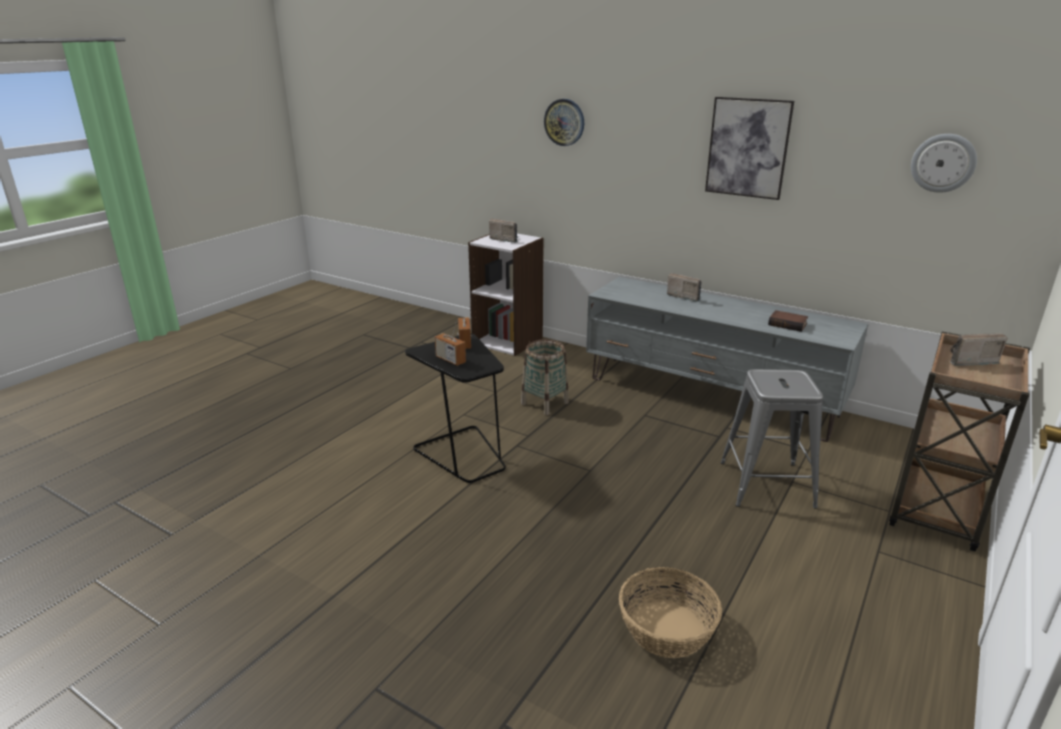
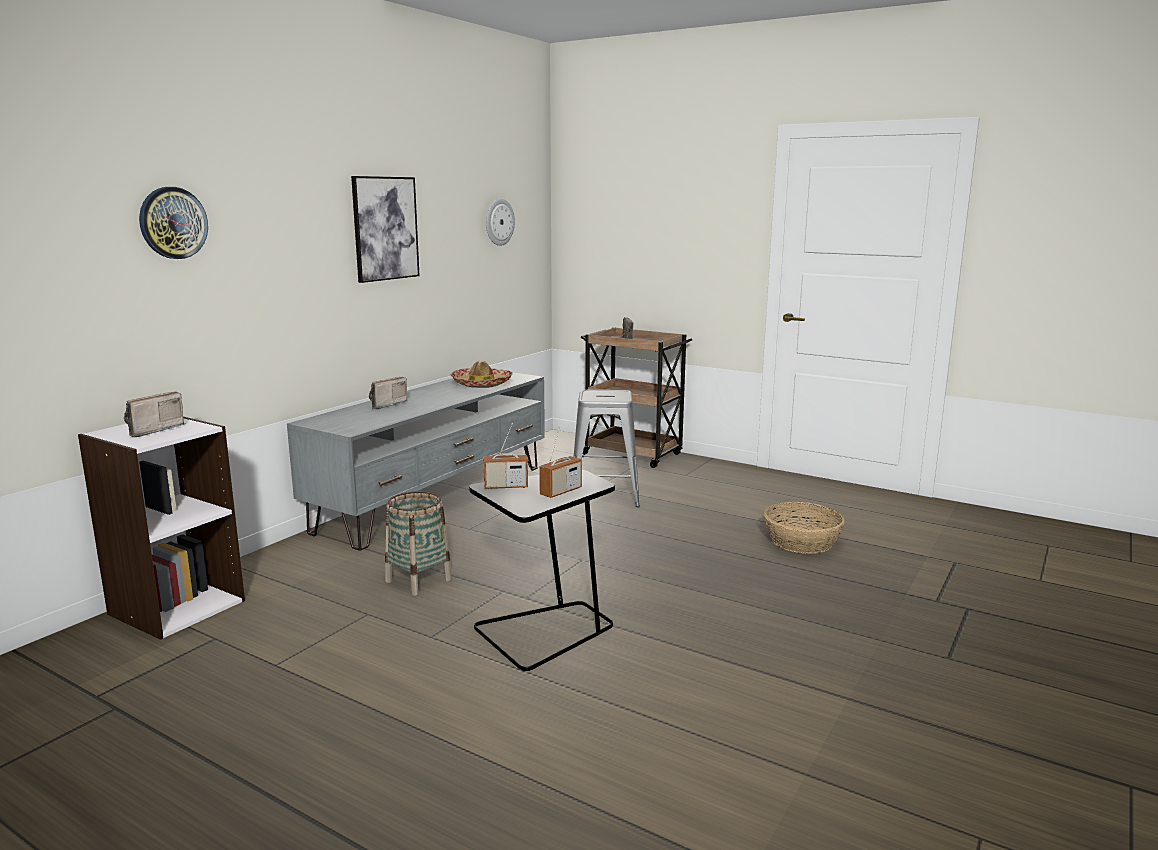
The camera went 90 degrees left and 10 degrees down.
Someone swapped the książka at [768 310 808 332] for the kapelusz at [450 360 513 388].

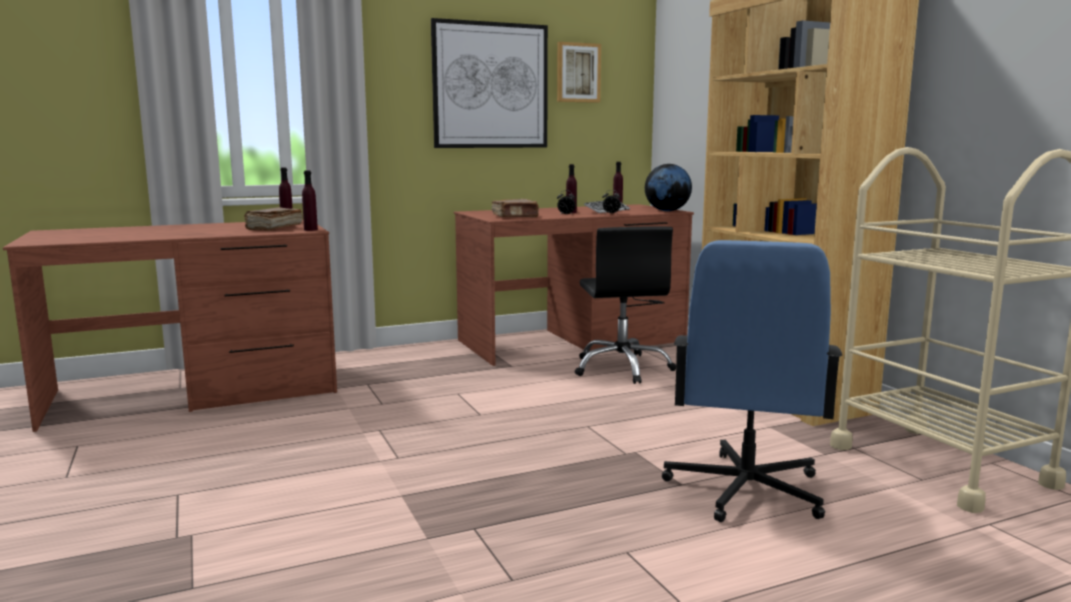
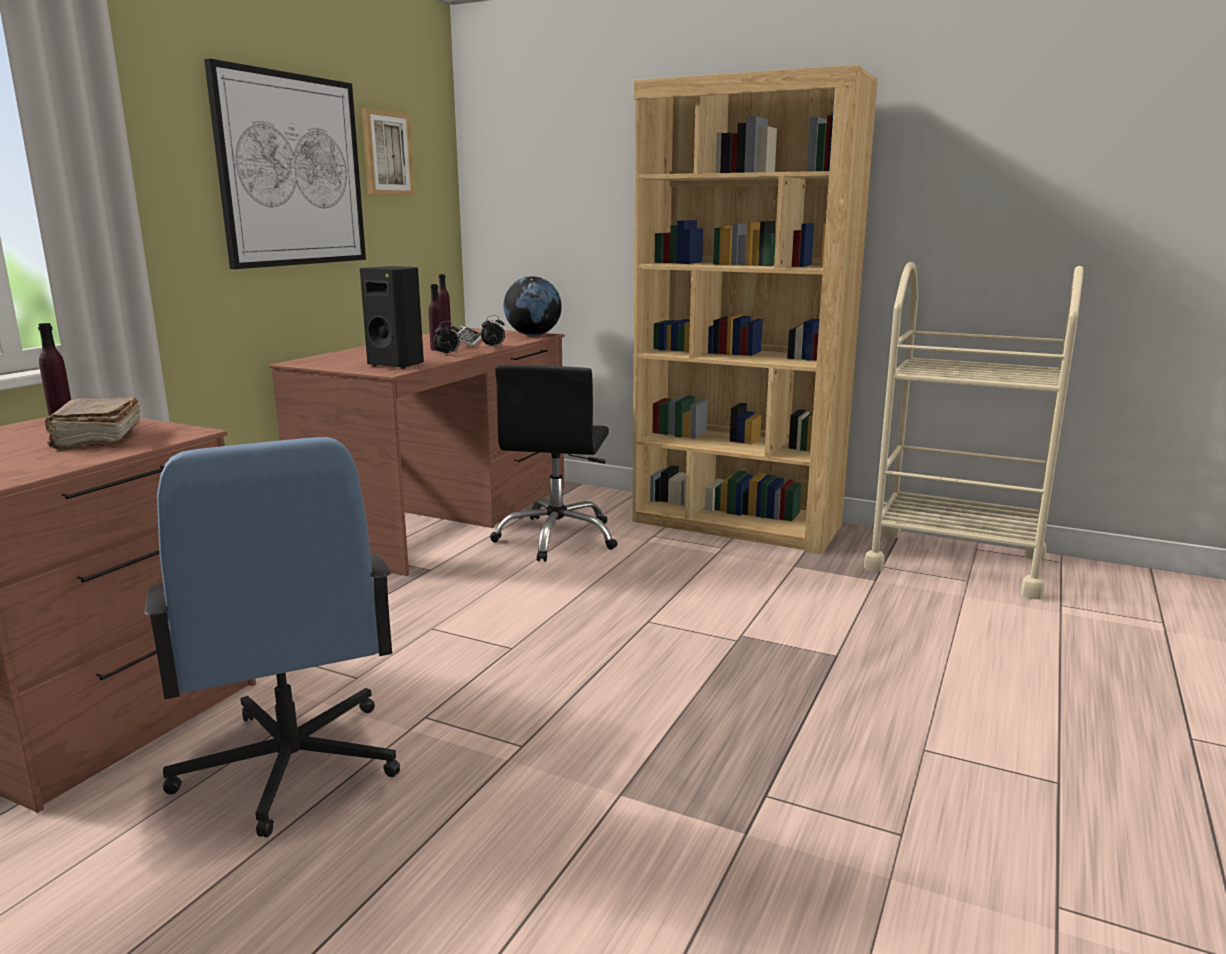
The camera went 40 degrees left and 5 degrees up.
Someone took away the butelka (fioletowy) at [302 170 318 231].
Someone swapped the książka (brązowy) at [492 199 539 217] for the głośnik (czarny) at [360 266 424 369].
Someone rotated the krzesło biurowe (czarny) at [574 226 676 384] by 60 degrees clockwise.
Someone carried the krzesło biurowe (niebieski) from [662 240 842 522] to [145 437 400 837].

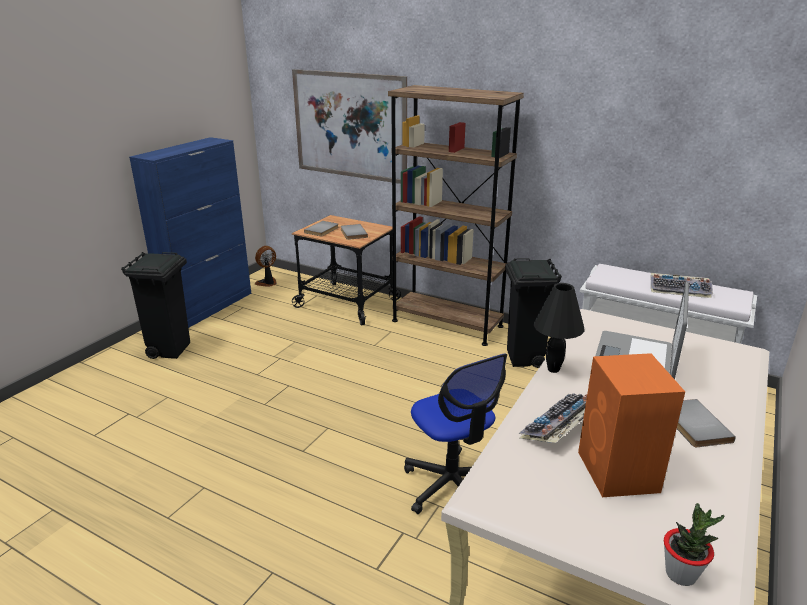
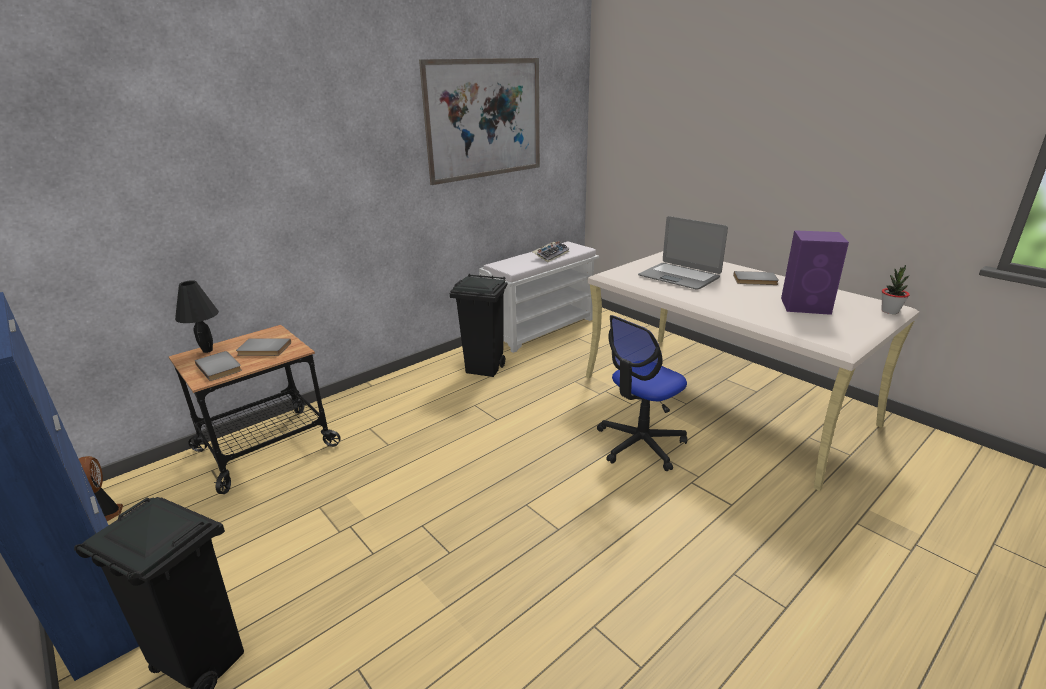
The camera went 70 degrees left and 0 degrees up.
Someone carried the obraz from [292 69 407 184] to [419 58 540 185].
Someone took away the regał (brązowy) at [388 85 524 346].
Someone carried the lampa stołowa (czarny) from [534 283 584 373] to [175 280 219 353].
Someone repainted the głośnik (pomarańczowy) at [578 353 685 497], which became the głośnik (fioletowy) at [781 230 849 315].
Someone rotated the krzesło biurowe at [404 354 507 514] by 150 degrees clockwise.
Someone took away the klawiatura at [518 393 587 443].

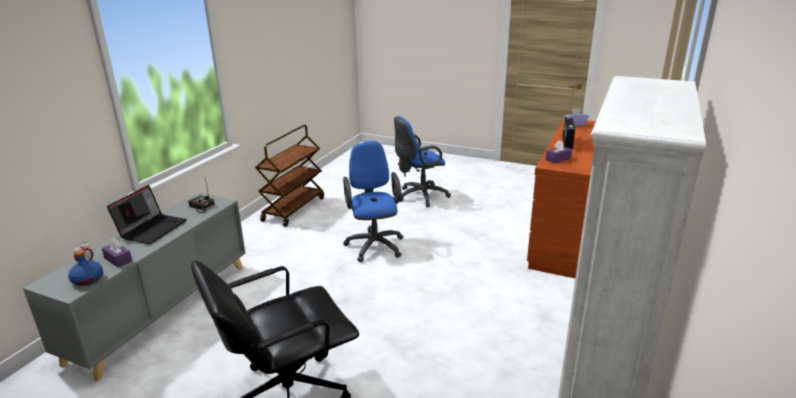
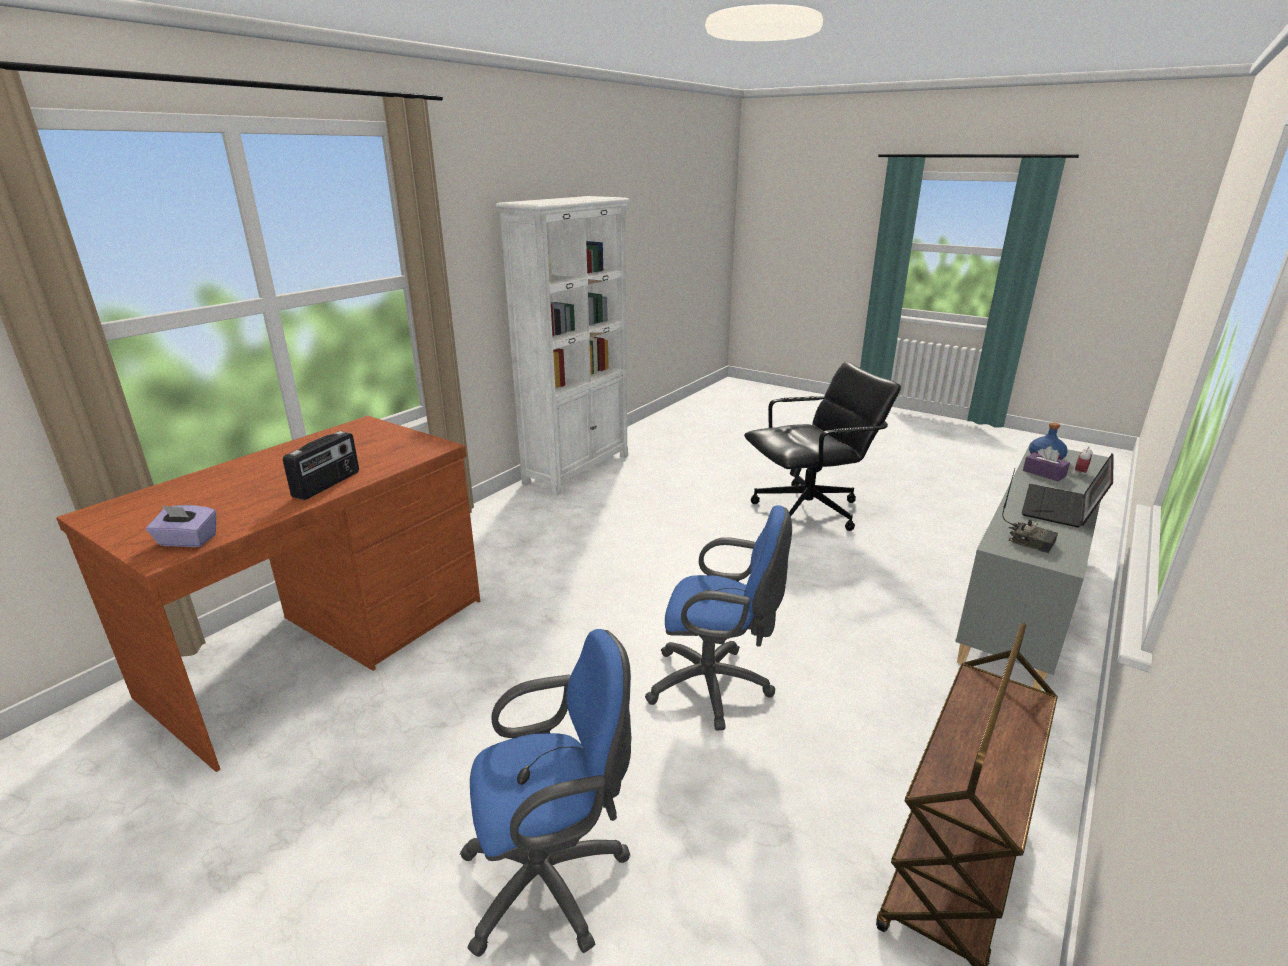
The camera went 170 degrees left and 0 degrees up.
Someone took away the pudełko chusteczek (fioletowy) at [545 140 572 164].
Someone rotated the krzesło biurowe (niebieski) at [343 141 403 262] by 75 degrees counterclockwise.

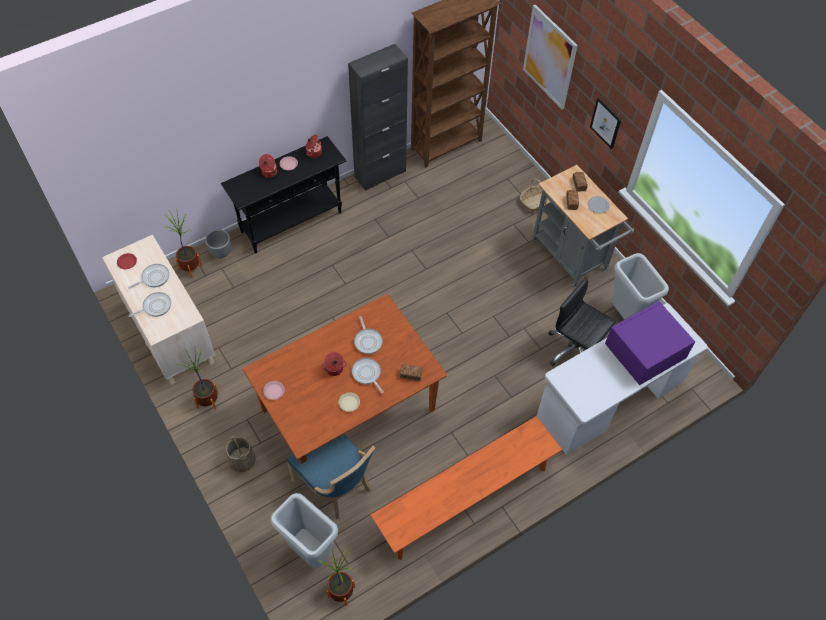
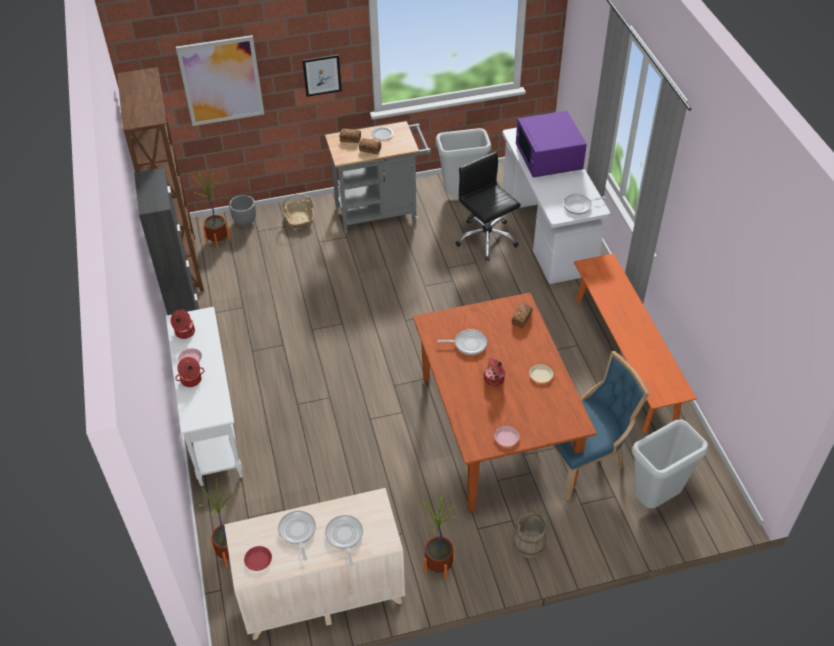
The camera went 70 degrees left and 10 degrees down.
Someone repainted the stolik konsolowy (czarny) at [221 136 346 253], which became the stolik konsolowy (biały) at [165 307 243 486].
Someone carried the donica (szary) from [205 229 231 258] to [229 195 256 226].
Someone rotated the krzesło biurowe (czarny) at [548 277 616 366] by 90 degrees clockwise.
Someone carried the patelnia from [352 358 384 393] to [563 194 605 215].
Someone carried the roślina doniczkowa from [318 550 355 606] to [192 169 231 249].

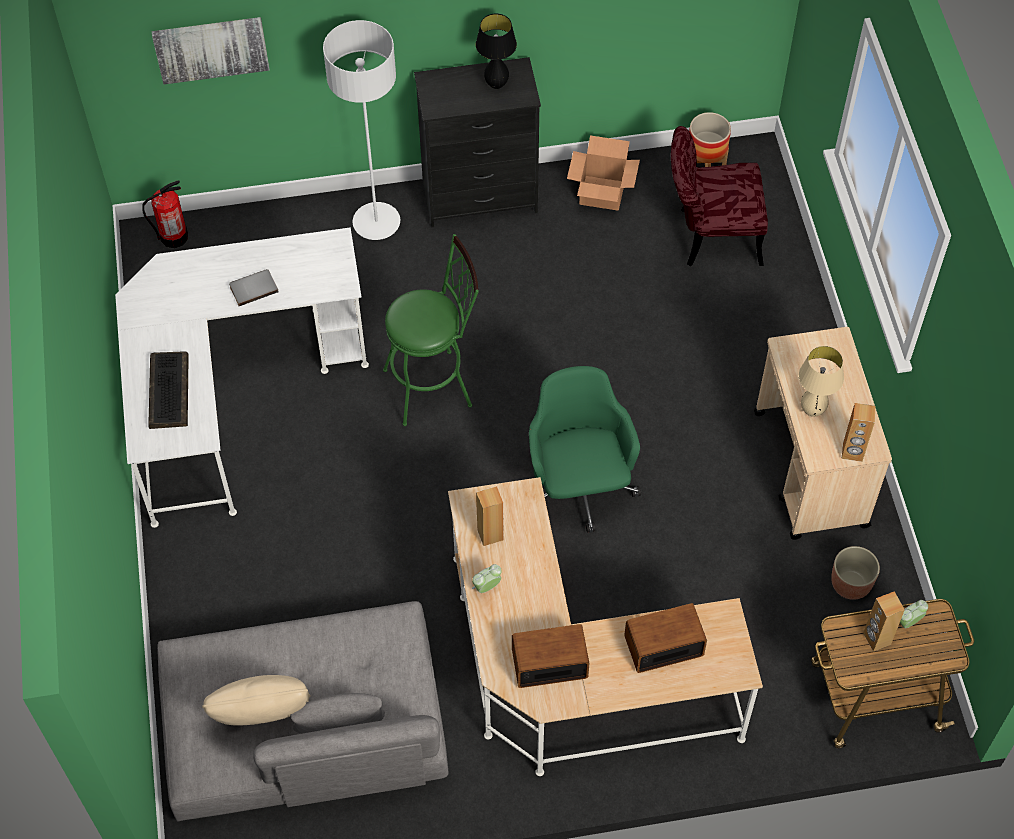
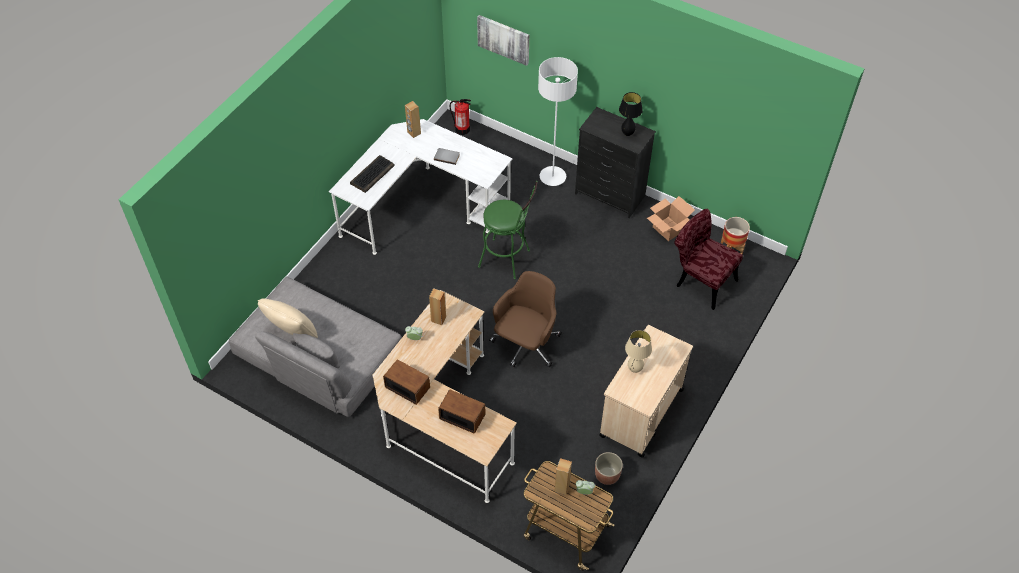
The camera went 40 degrees right and 5 degrees down.
Someone repainted the krzesło biurowe (zielony) at [529 366 641 533], which became the krzesło biurowe (brązowy) at [489 271 562 367].
Someone carried the głośnik (brązowy) from [842 403 875 462] to [405 101 421 138].

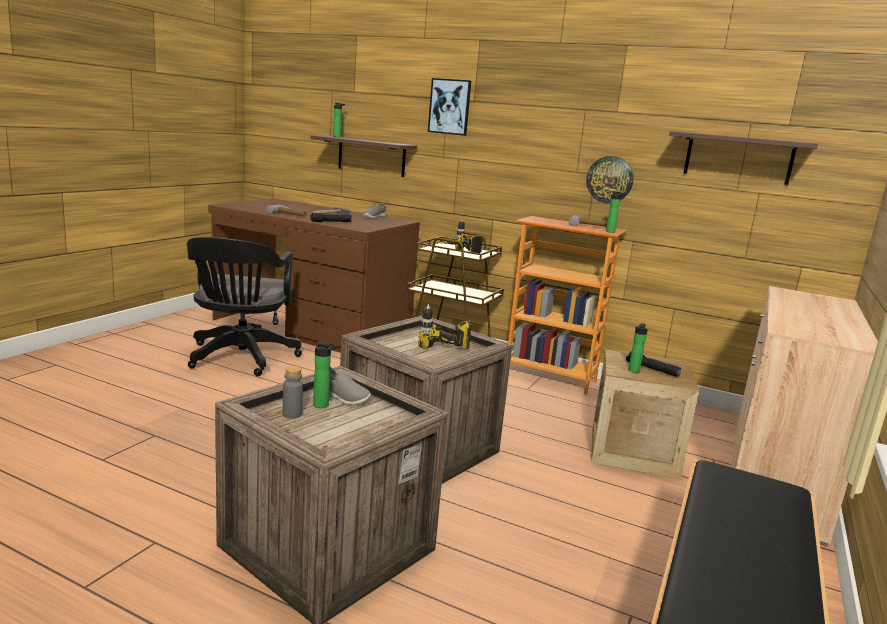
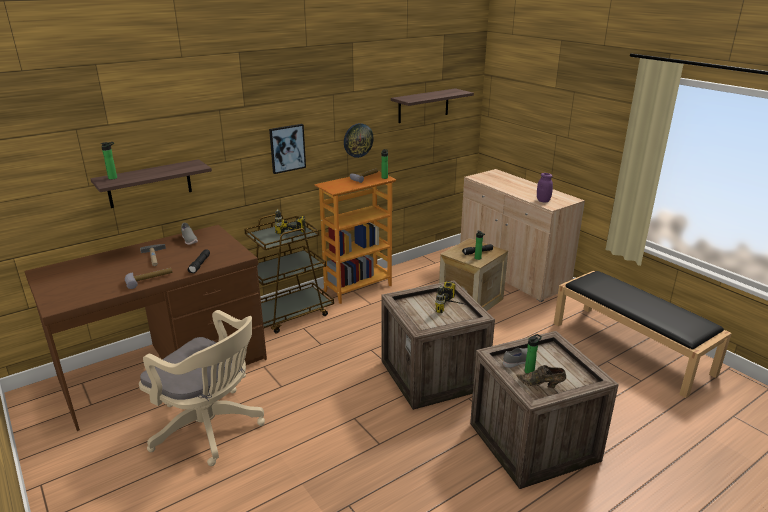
The camera went 60 degrees left and 10 degrees up.
Someone carried the obraz from [428 78 471 136] to [269 124 306 174].
Someone repainted the krzesło biurowe (czarny) at [187 237 302 376], which became the krzesło biurowe (beżowy) at [139 310 265 466].
Someone swapped the butelka (szary) at [283 366 303 419] for the but (brązowy) at [516 365 566 388].
Someone put down the słoik (fioletowy) at [537 173 553 202].

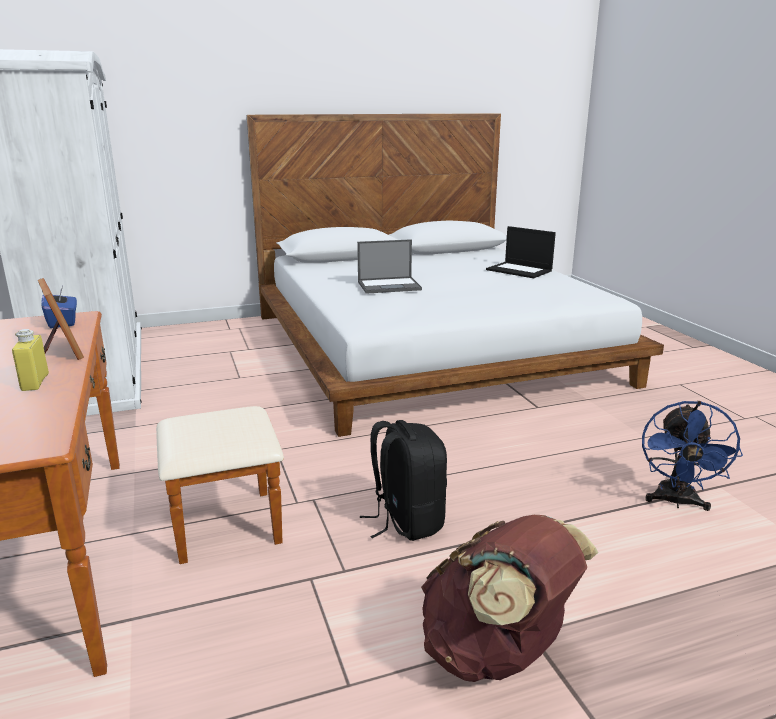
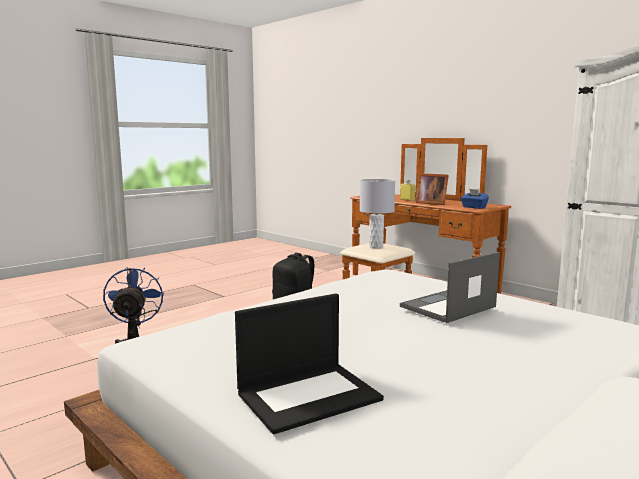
The camera went 155 degrees right and 10 degrees down.
Someone rotated the laptop at [486 226 556 278] by 135 degrees clockwise.
Someone took away the plecak (brązowy) at [421 515 598 682].
Someone put down the lampa stołowa (szary) at [360 179 395 248].

